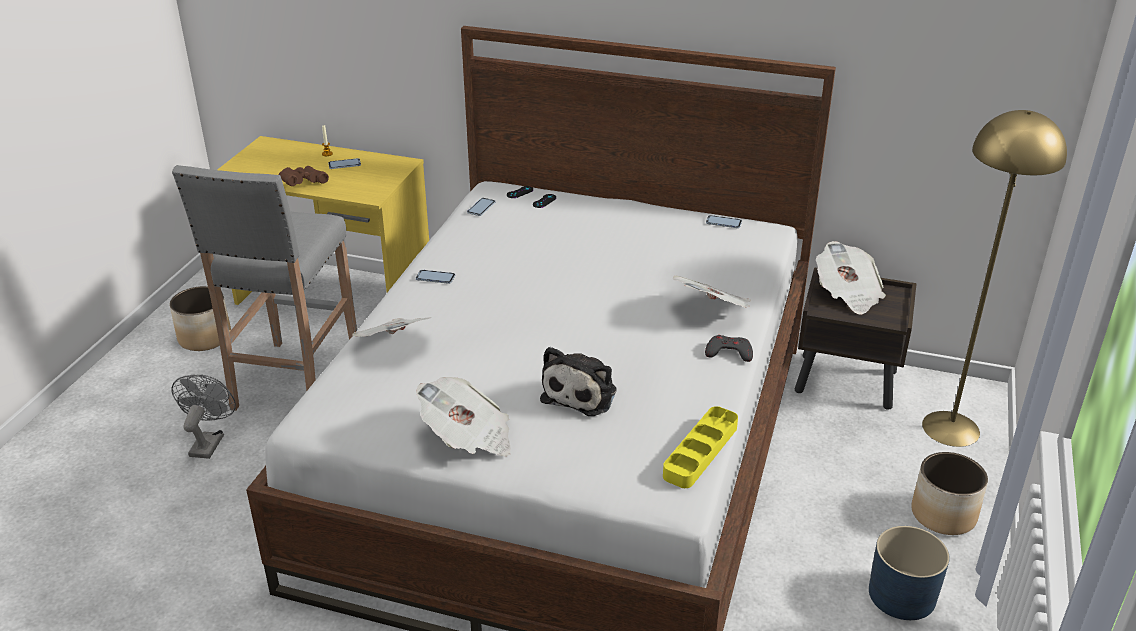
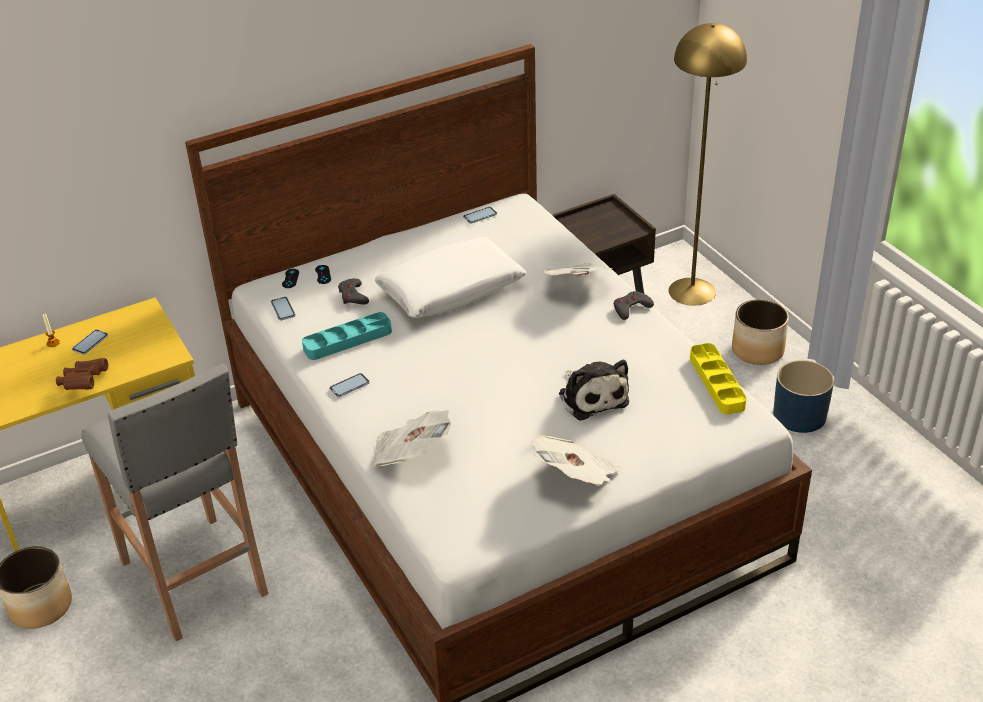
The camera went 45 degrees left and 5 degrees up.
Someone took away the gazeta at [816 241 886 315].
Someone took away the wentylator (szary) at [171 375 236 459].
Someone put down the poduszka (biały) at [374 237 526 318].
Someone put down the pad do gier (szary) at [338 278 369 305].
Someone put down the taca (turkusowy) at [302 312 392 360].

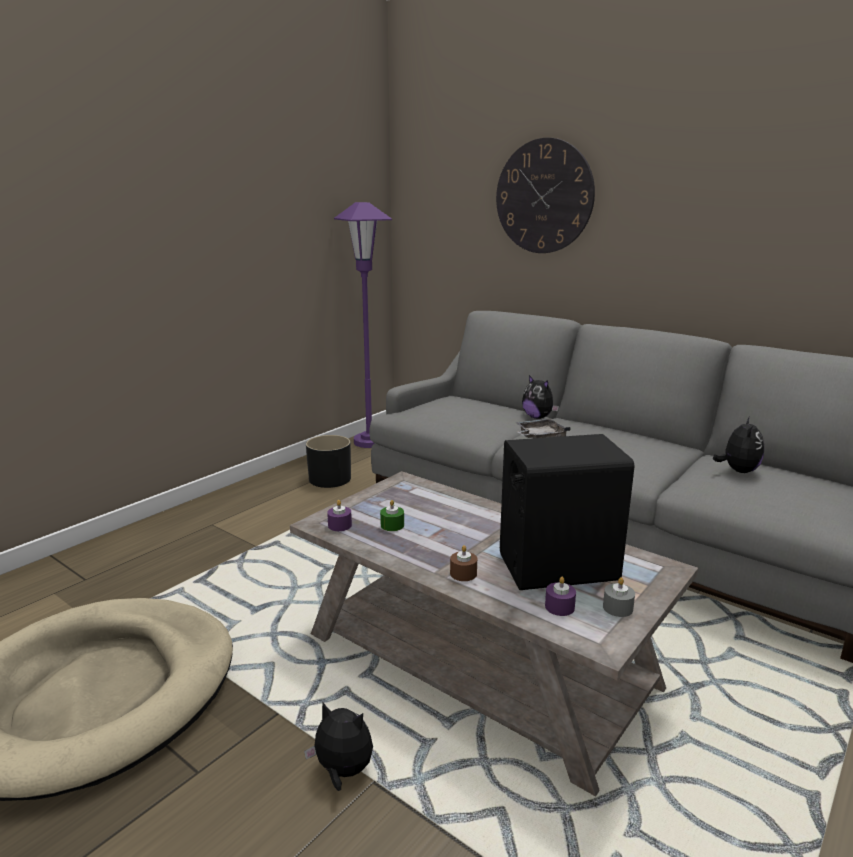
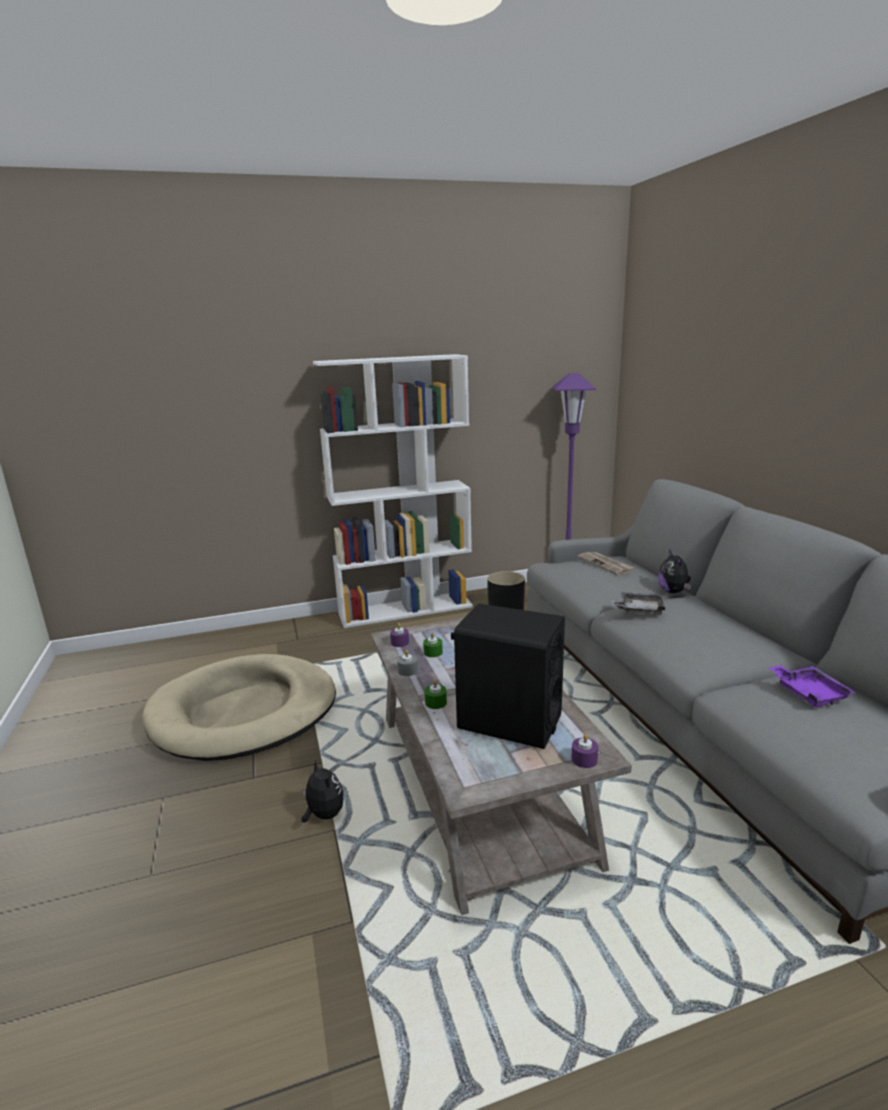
The camera went 35 degrees right and 0 degrees up.
Someone took away the zegar ścienny at [496 138 595 253].
Someone swapped the pluszak at [713 417 764 473] for the taca (fioletowy) at [769 665 856 707].
Someone repainted the świeca (brązowy) at [450 545 477 581], which became the świeca (zielony) at [424 680 447 709].
Someone carried the świeca (fioletowy) from [545 577 576 616] to [571 734 598 768].
Someone carried the świeca (szary) from [603 577 635 617] to [397 650 418 676].
Someone put down the regał (biały) at [313 354 473 628].
Someone put down the gazeta at [578 552 634 575].

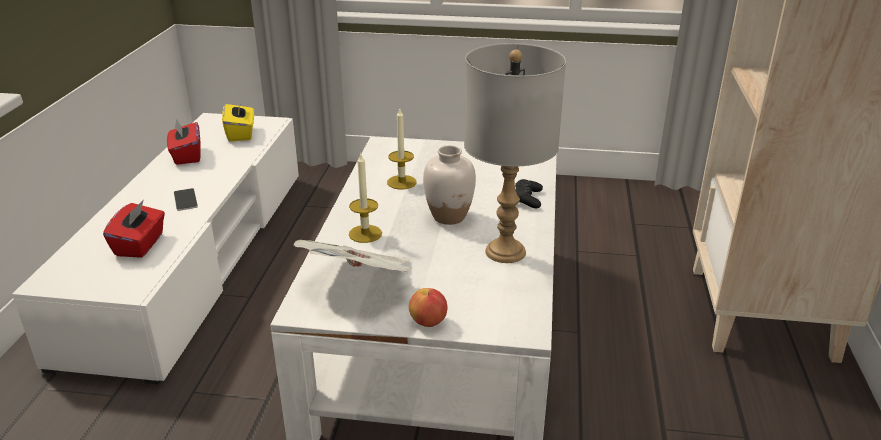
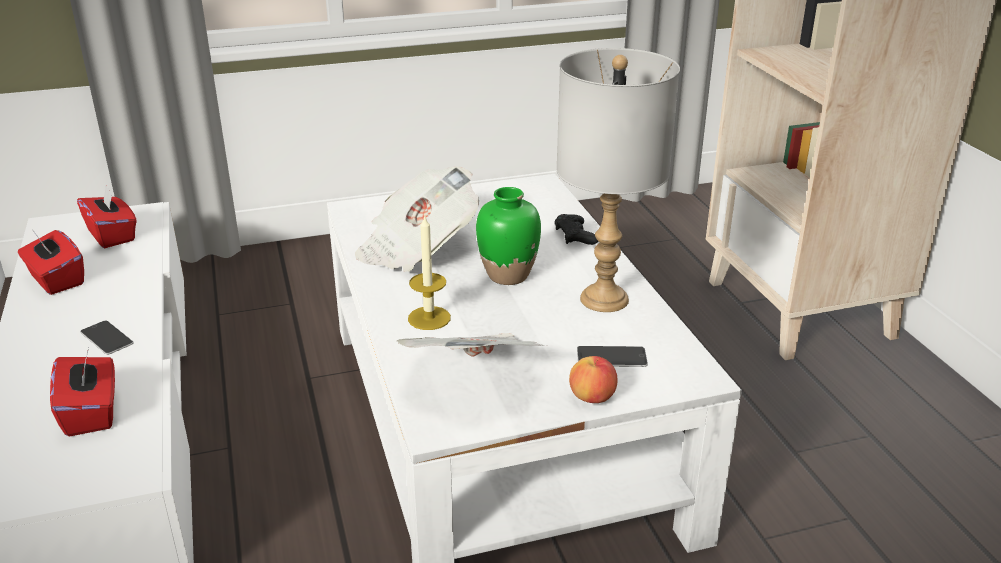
The camera went 25 degrees left and 0 degrees up.
Someone repainted the pudełko chusteczek (żółty) at [222 99 254 141], which became the pudełko chusteczek (czerwony) at [77 186 137 248].
Someone swapped the świeca at [387 109 417 190] for the gazeta at [355 166 479 272].
Someone repainted the wazon (biały) at [423 145 476 225], which became the wazon (zielony) at [476 187 541 285].
Someone put down the telefon at [577 346 648 367].

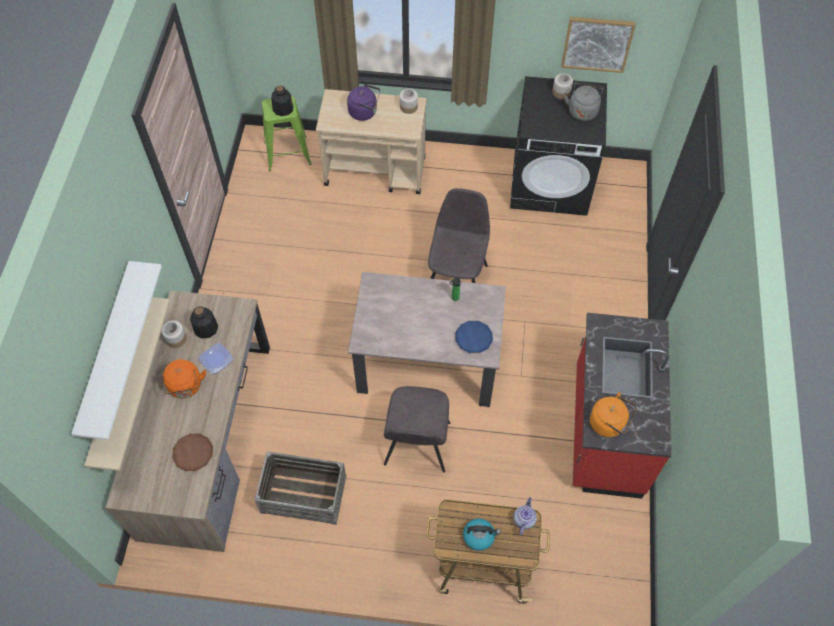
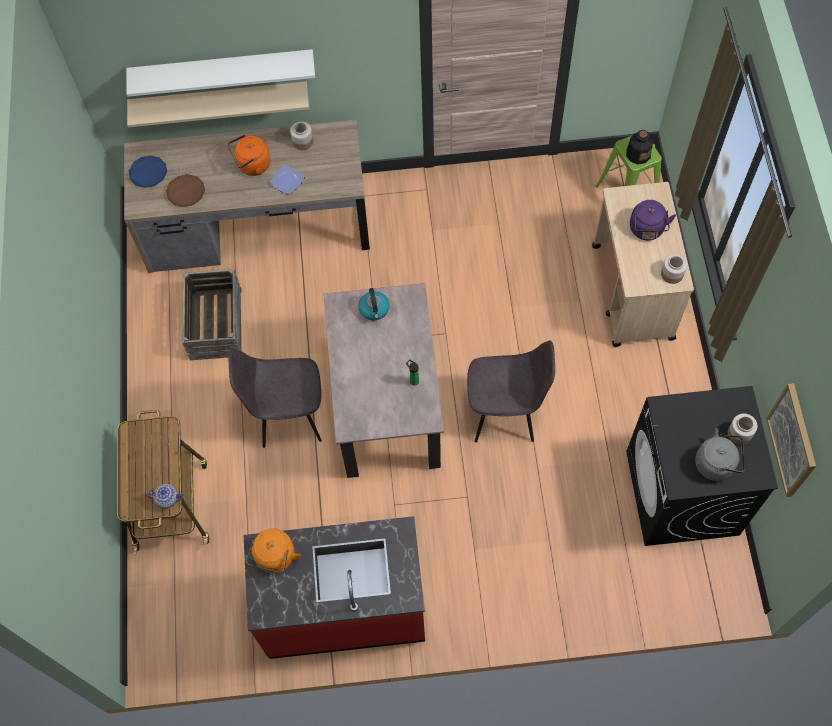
The camera went 80 degrees right and 5 degrees up.
Someone took away the butelka at [190 306 218 339].
Someone carried the talerz (niebieski) from [455 321 493 353] to [129 155 167 188].
Someone carried the czajnik from [463 518 501 551] to [359 288 390 320].

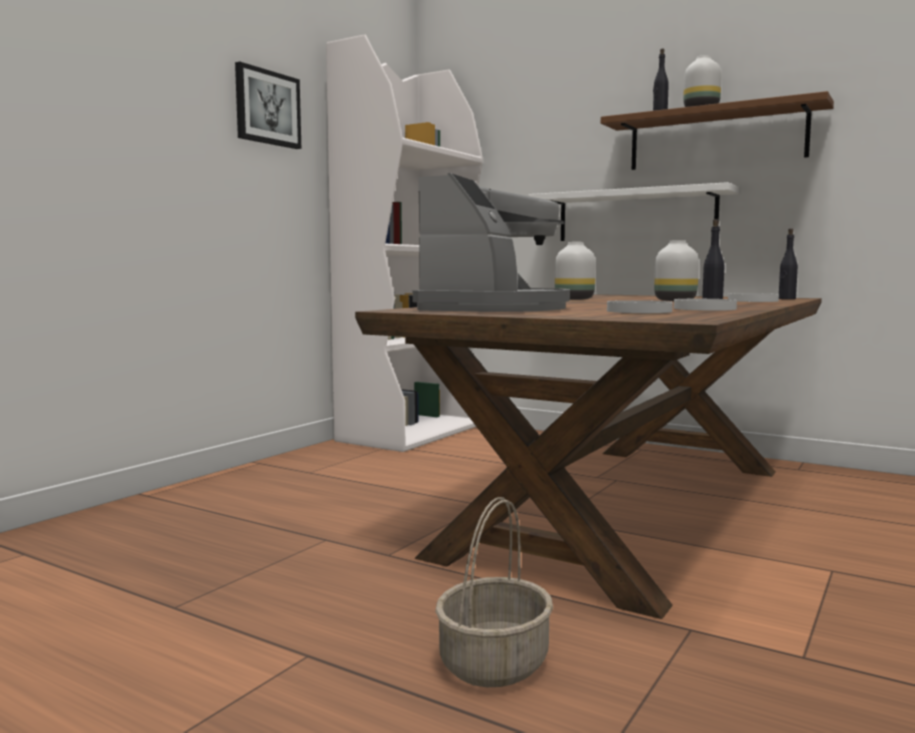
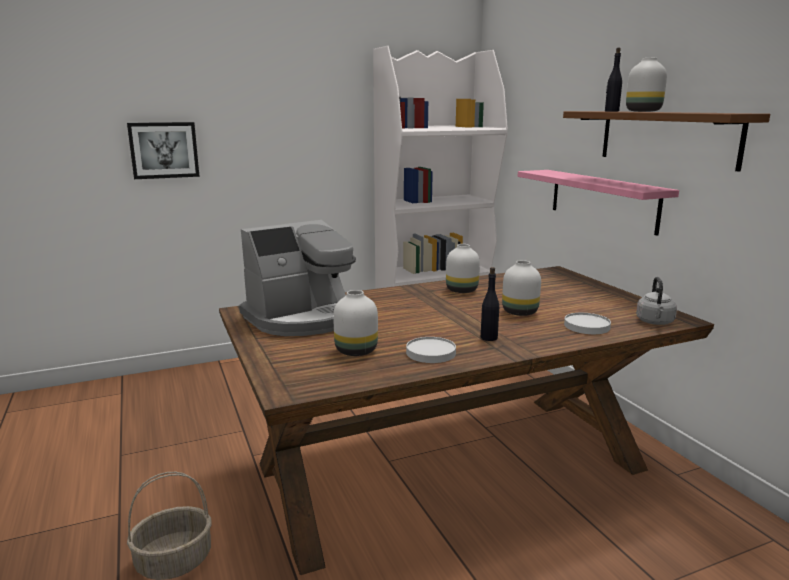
The camera went 35 degrees right and 10 degrees up.
Someone carried the obraz from [235 62 301 149] to [127 122 200 179].
Someone repainted the półka (biały) at [529 182 739 241], which became the półka (różowy) at [518 170 679 236].
Someone swapped the butelka (czarny) at [779 228 798 299] for the czajnik (szary) at [636 277 677 325].
Someone swapped the talerz (biały) at [607 300 673 313] for the wazon (biały) at [333 290 378 356].

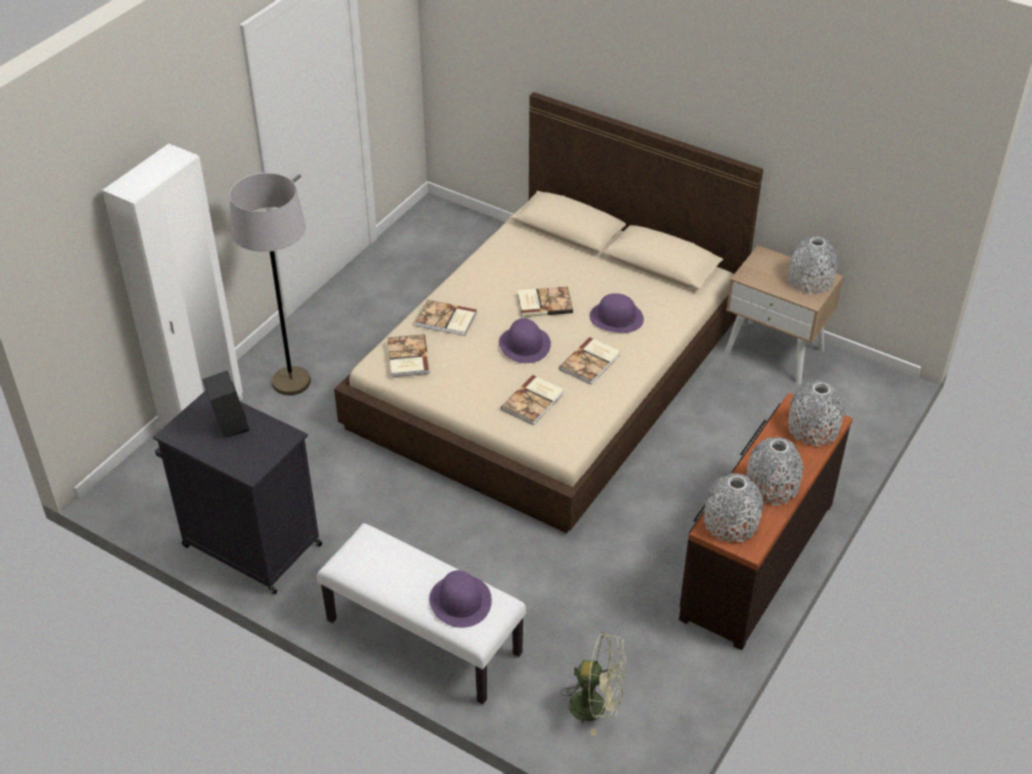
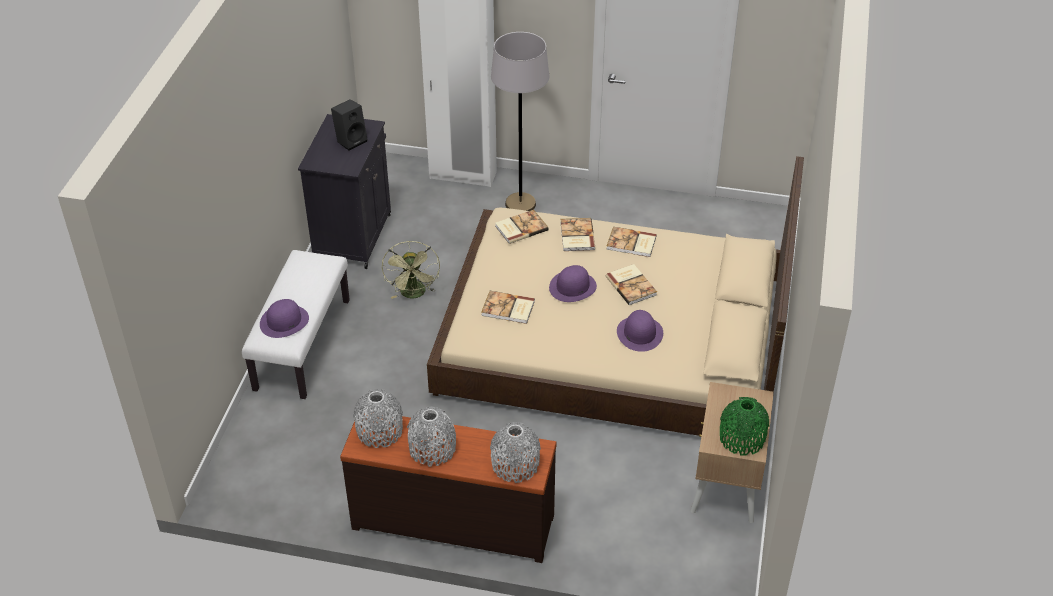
The camera went 70 degrees right and 0 degrees up.
Someone repainted the wazon (szary) at [788 236 838 294], which became the wazon (zielony) at [720 397 769 456].
Someone carried the książka from [559 337 620 385] to [606 227 657 257].
Someone carried the wentylator (zielony) from [560 632 626 736] to [382 241 440 299].

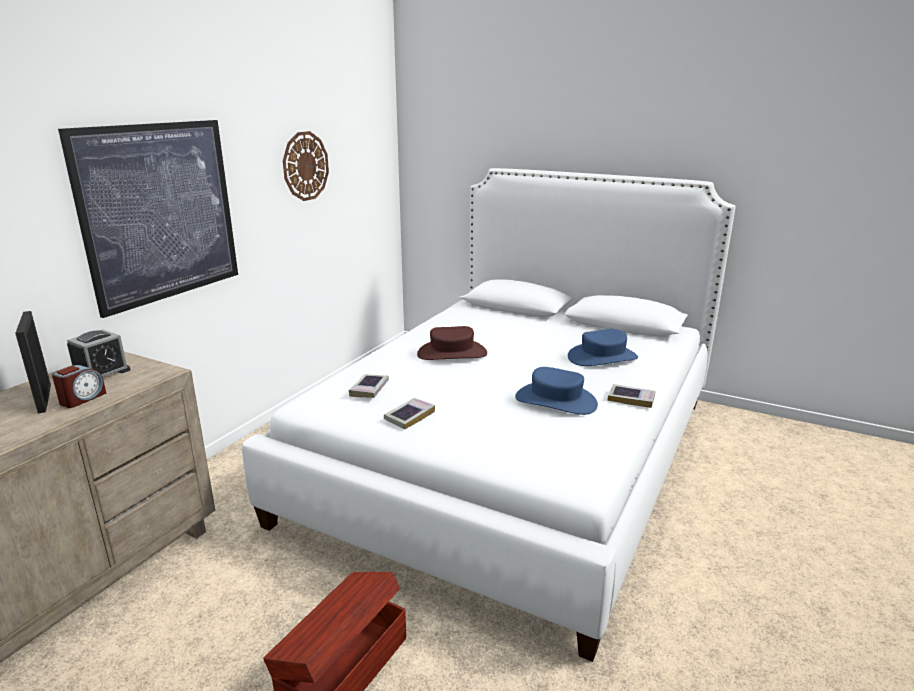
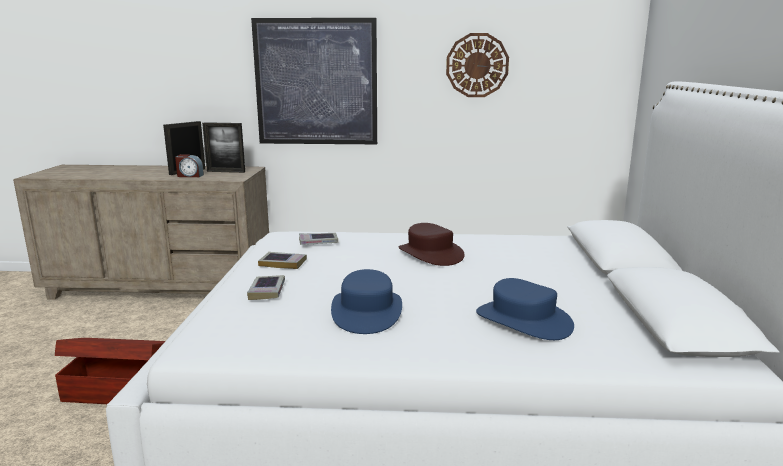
The camera went 65 degrees right and 5 degrees down.
Someone swapped the budzik at [67 329 130 377] for the ramka na zdjęcie at [202 122 245 173].
Someone carried the książka from [608 384 656 408] to [247 275 285 300].

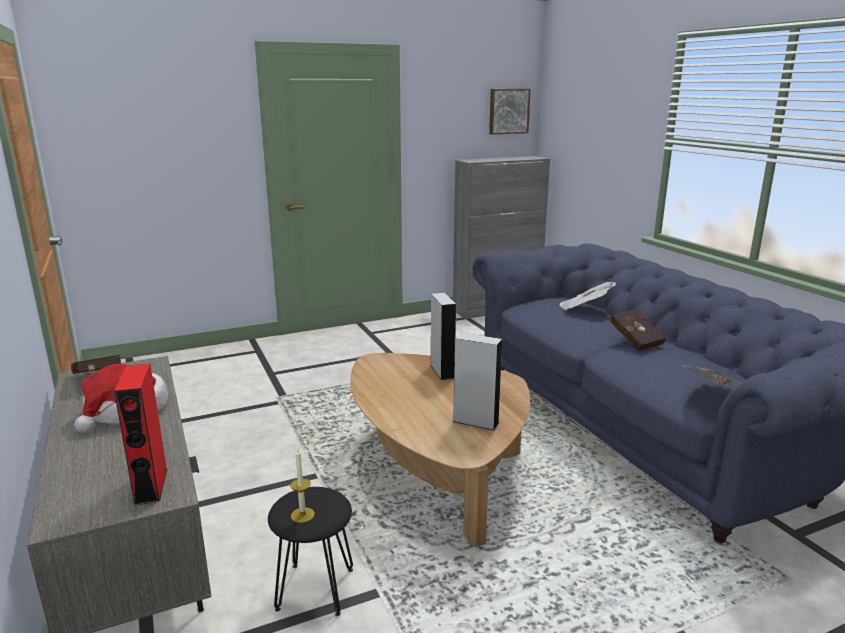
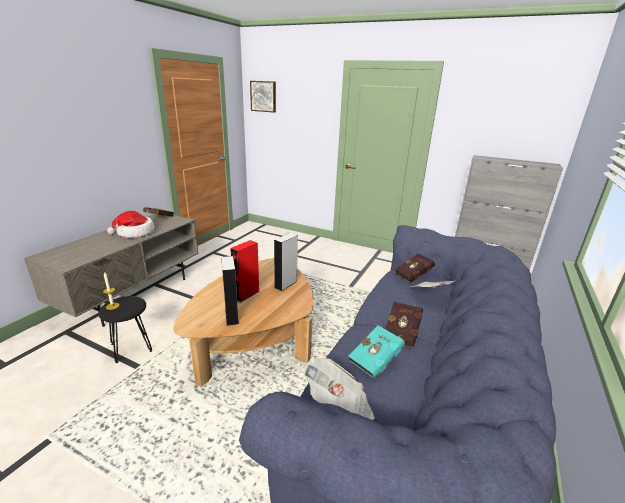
The camera went 50 degrees right and 5 degrees up.
Someone carried the obraz from [489 89 531 135] to [250 81 276 113].
Someone carried the głośnik (czerwony) from [114 364 167 505] to [230 240 260 302].
Someone put down the książka (czerwony) at [395 254 435 282].
Someone put down the książka (turkusowy) at [348 325 405 379].

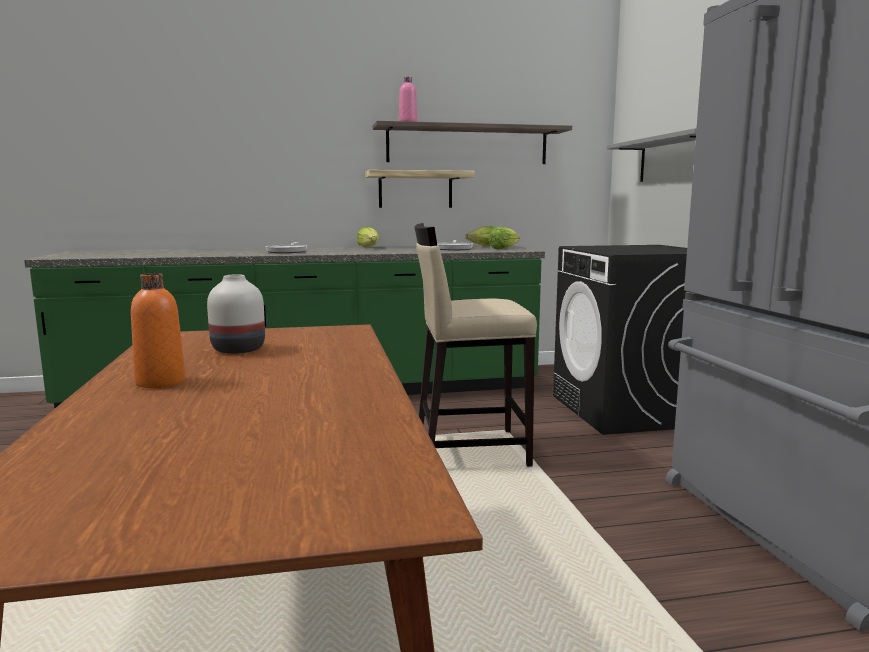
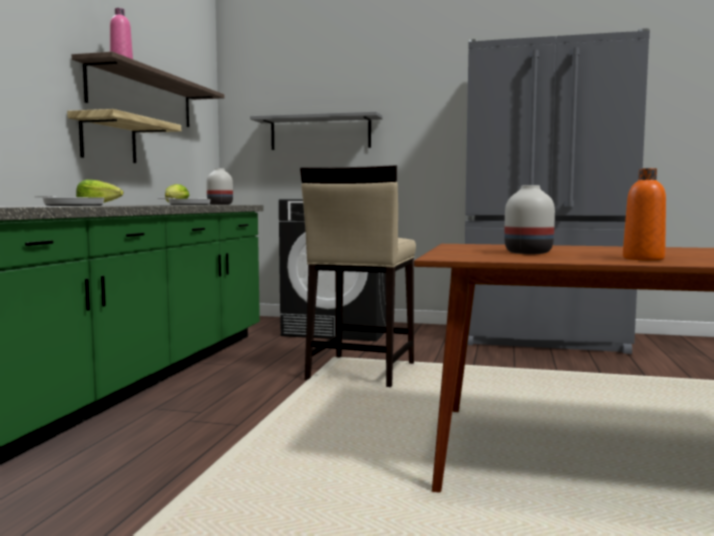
The camera went 65 degrees left and 5 degrees down.
Someone swapped the sałata at [488 227 520 249] for the wazon (biały) at [206 168 233 205].

